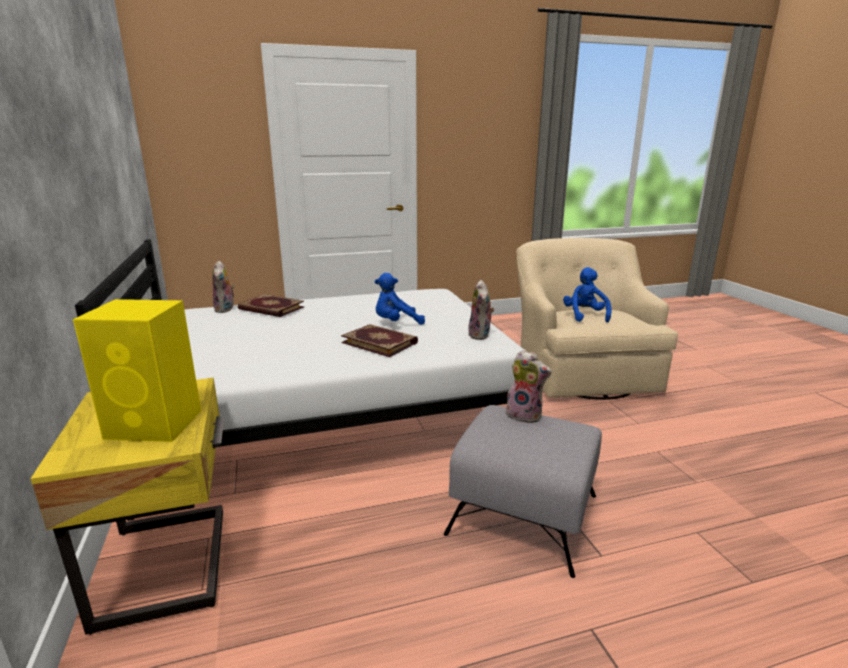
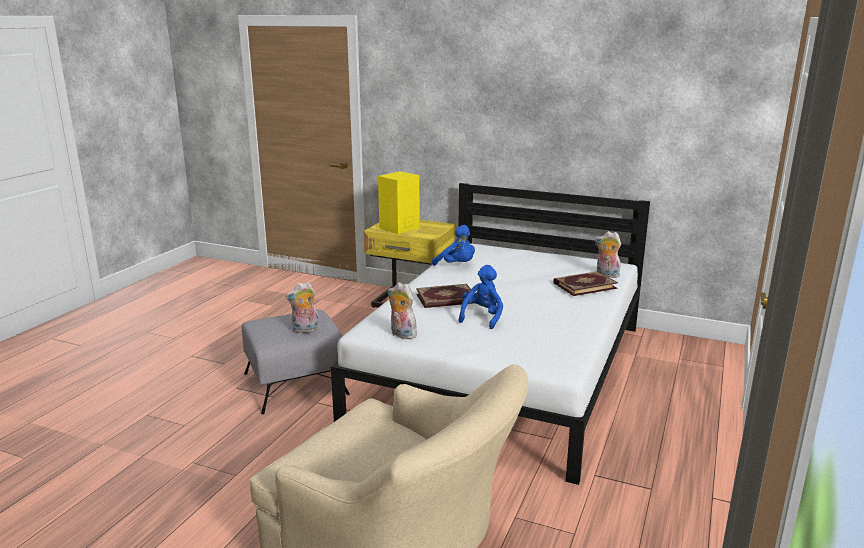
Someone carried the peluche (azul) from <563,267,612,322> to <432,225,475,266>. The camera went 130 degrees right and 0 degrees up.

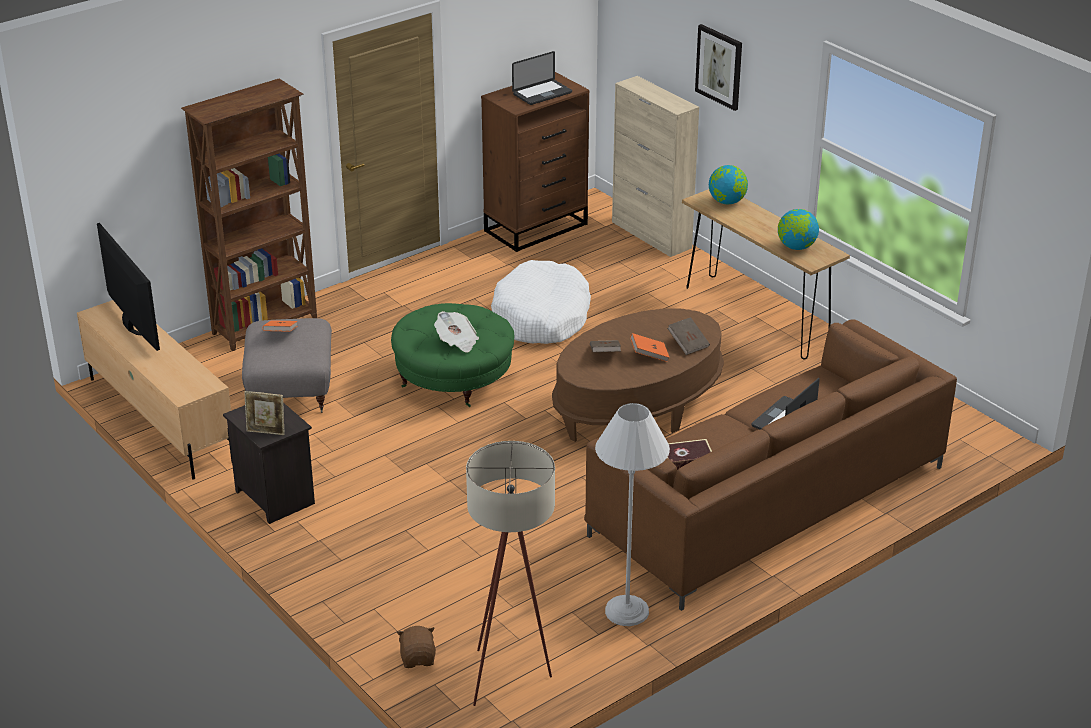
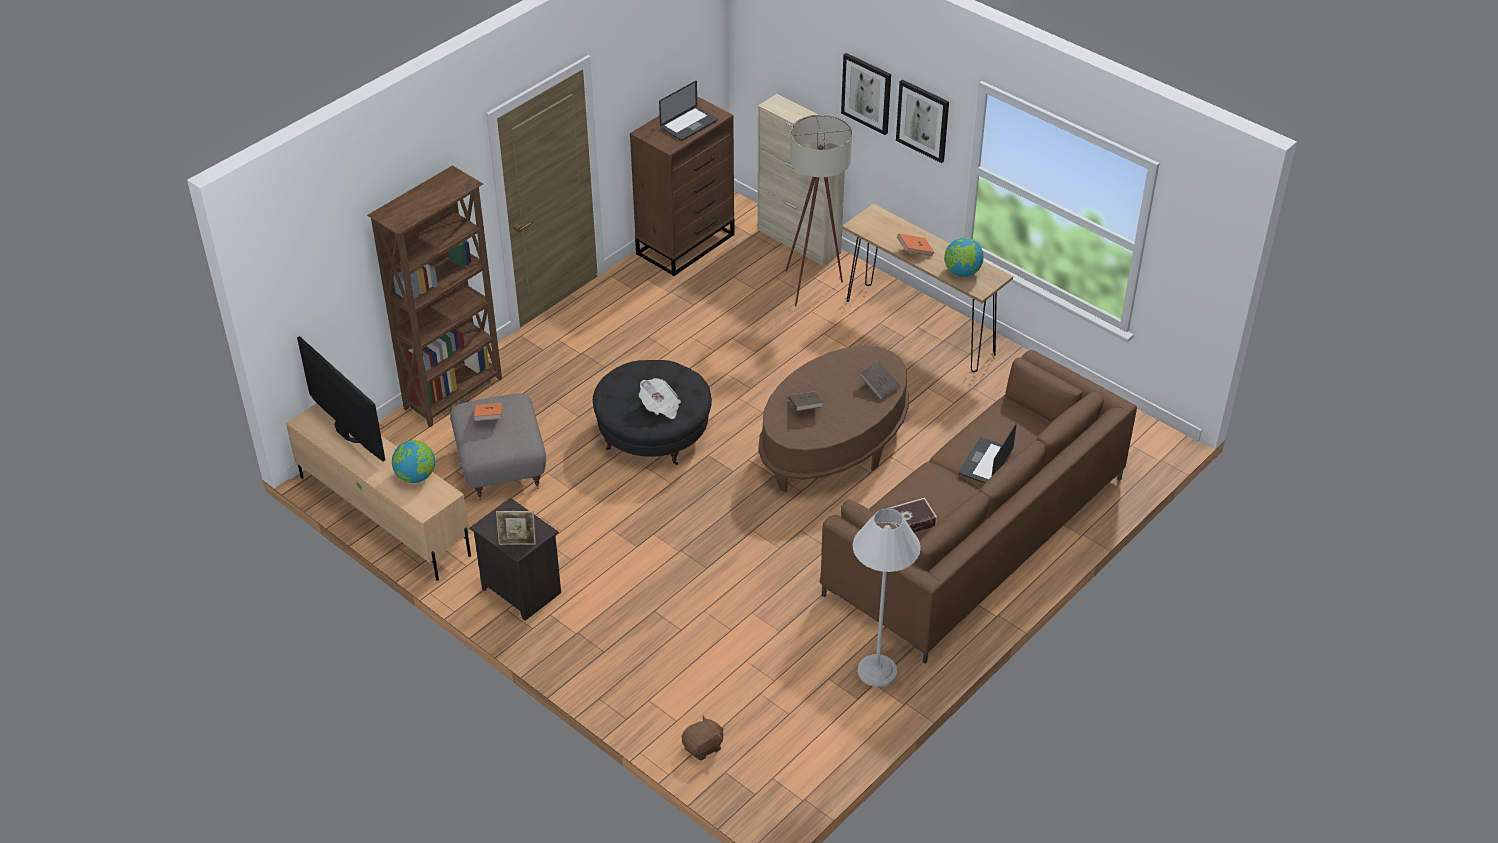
Someone repainted the puf (verde) at <391,303,514,407>, which became the puf (negro) at <593,360,712,465>. Someone rotated the peluche (marrón) at <397,626,436,668> by 75 degrees clockwise. Someone carried the lámpara de pie (beis) from <466,441,555,706> to <786,114,852,306>. Someone took away the cama para perro (blanco) at <491,260,591,344>. Someone carried the libro (naranja) from <630,333,670,362> to <897,234,935,256>. Someone carried the globo terráqueo from <709,165,748,204> to <392,440,435,483>. Someone put up the cuadro at <896,79,949,163>. The camera went 10 degrees left and 10 degrees up.

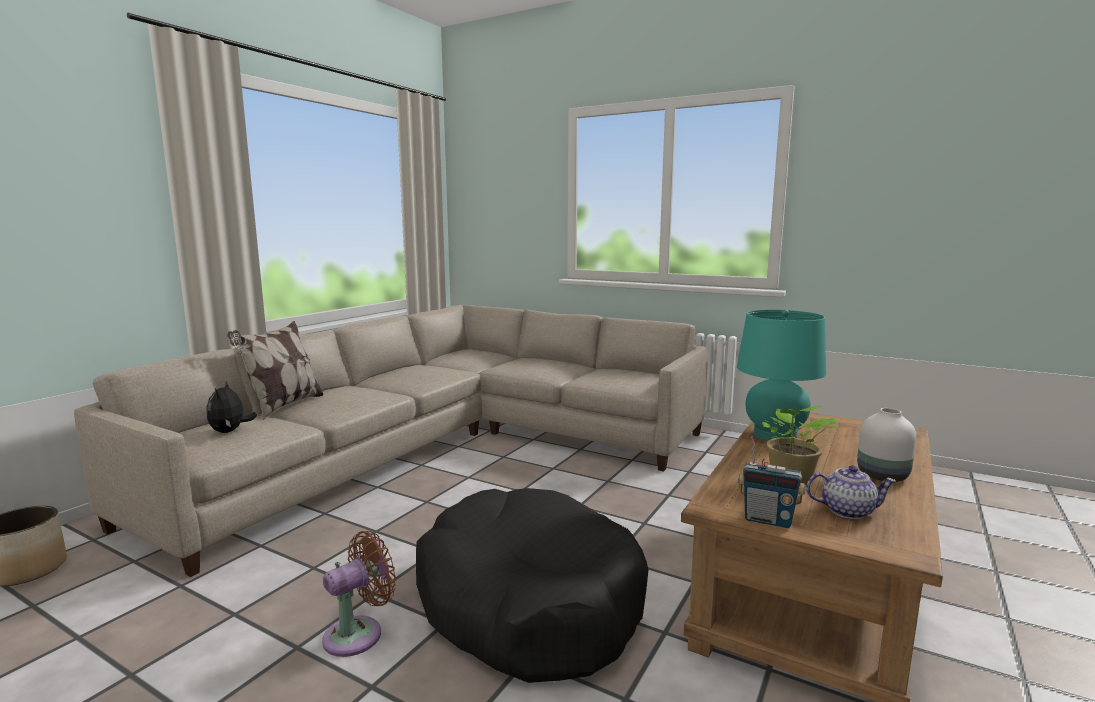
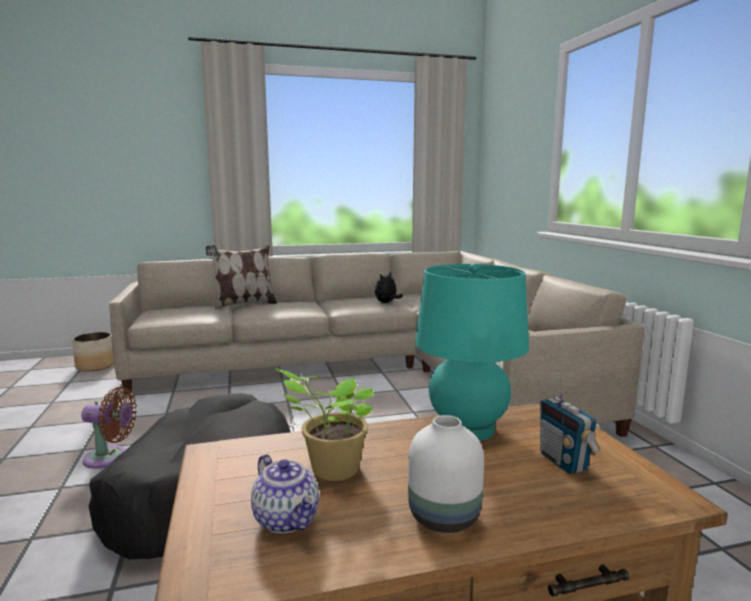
Someone carried the peluche from <206,382,257,433> to <375,272,403,303>. Someone carried the radio from <738,436,806,528> to <540,369,600,474>. The camera went 45 degrees right and 0 degrees up.

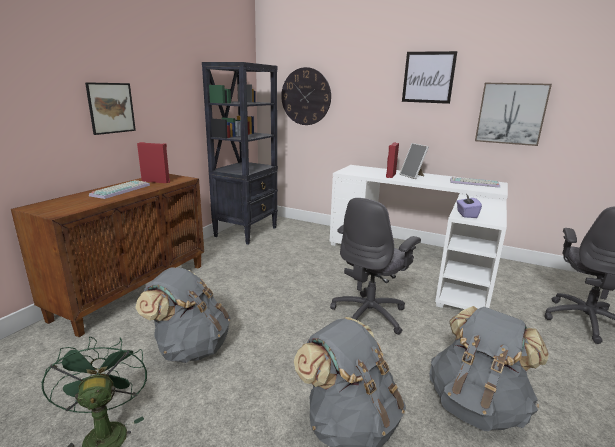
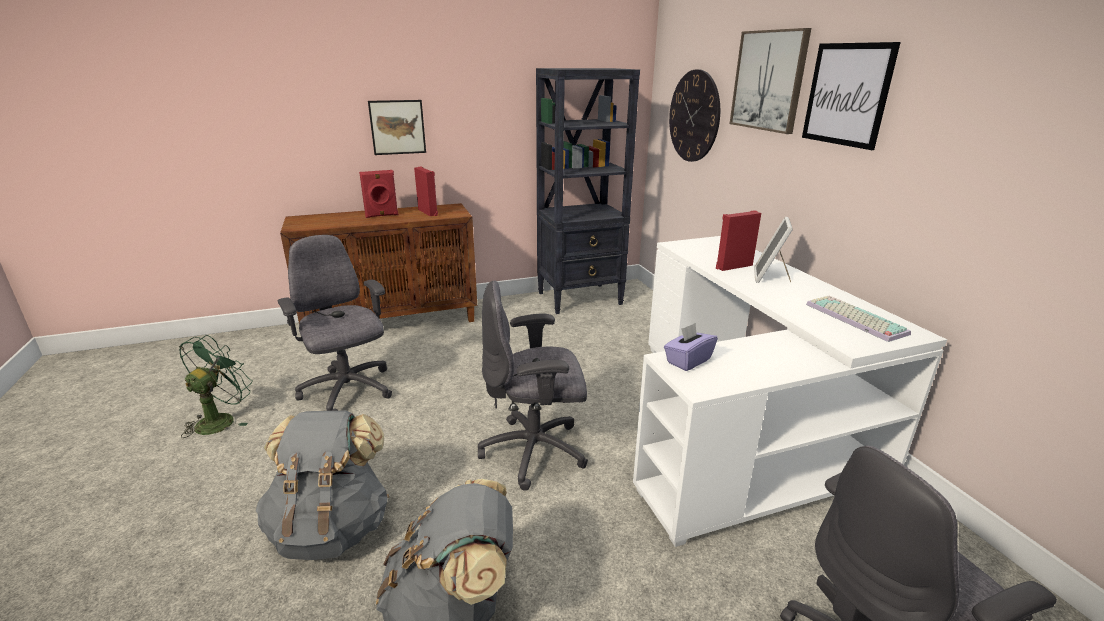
Someone swapped the teclado at <89,180,150,199> for the altavoz (rojo) at <359,170,398,218>. Someone swapped the mochila (gris) at <135,267,231,363> for the silla de oficina (gris) at <278,235,392,411>. Someone carried the cuadro from <475,83,552,146> to <729,28,811,134>. The camera went 45 degrees right and 5 degrees up.

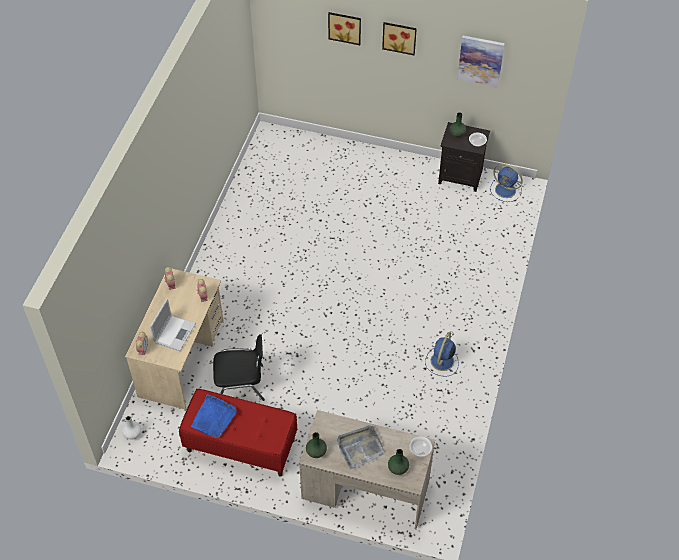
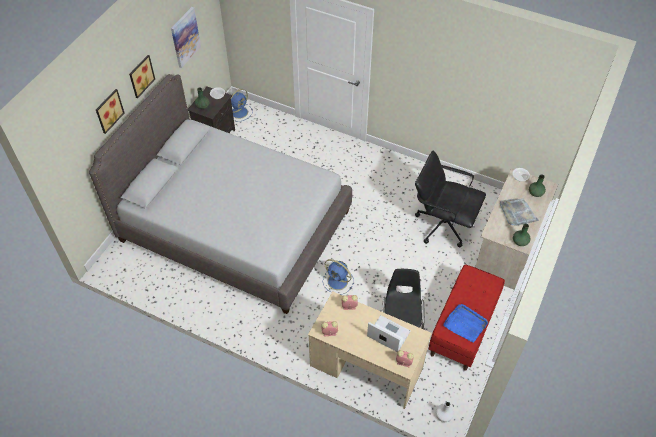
Someone carried the ventilador (azul) from <425,332,459,377> to <323,259,354,295>. Someone put down the cama (gris) at <89,74,352,314>. Someone put down the silla de oficina (negro) at <415,151,486,247>. The camera went 80 degrees left and 0 degrees up.

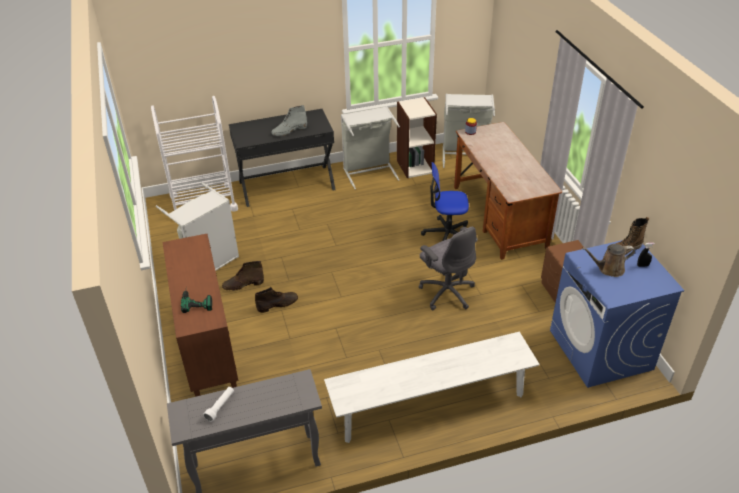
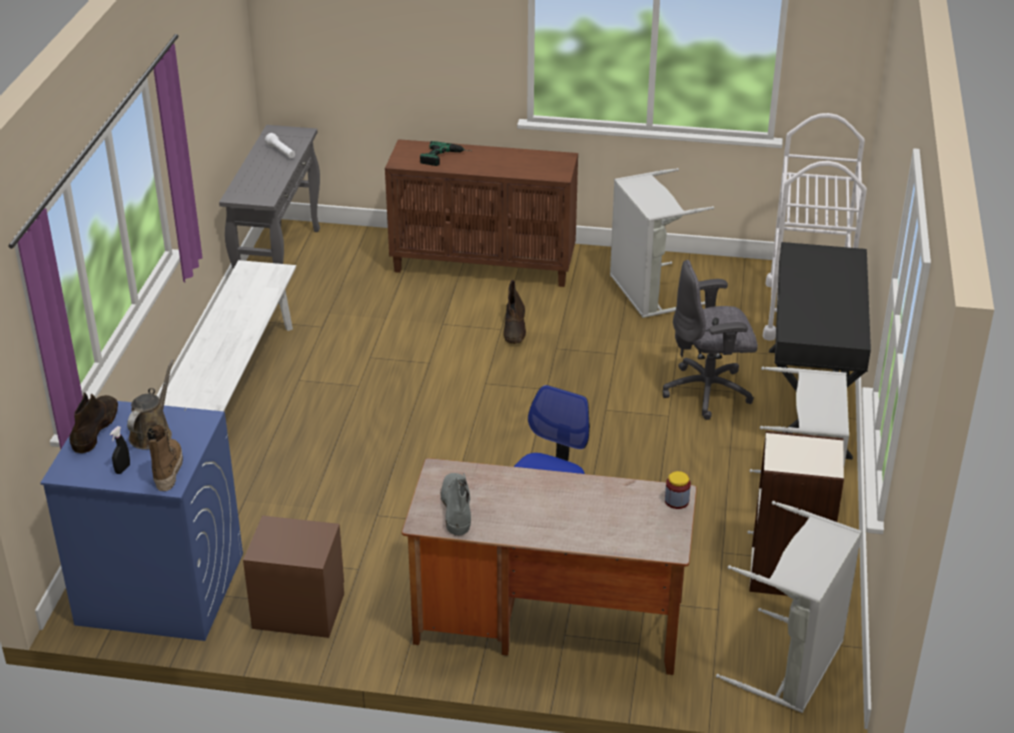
Someone carried the bota (marrón) from <222,261,264,291> to <69,392,118,453>. Someone carried the bota (gris) from <271,105,307,136> to <440,473,471,536>. Someone carried the silla de oficina (gris) from <419,227,478,310> to <662,260,758,420>. The camera went 115 degrees right and 5 degrees down.

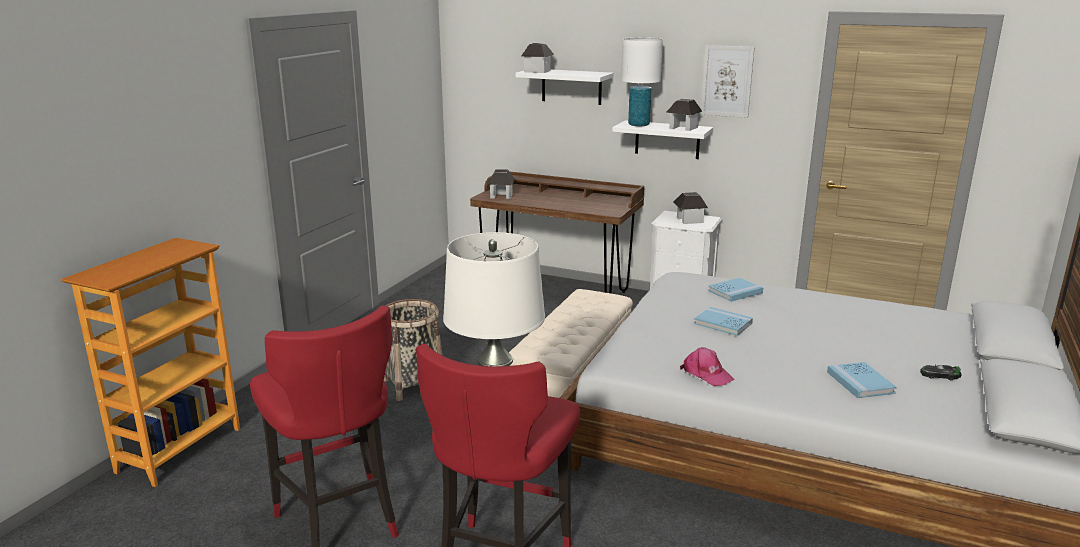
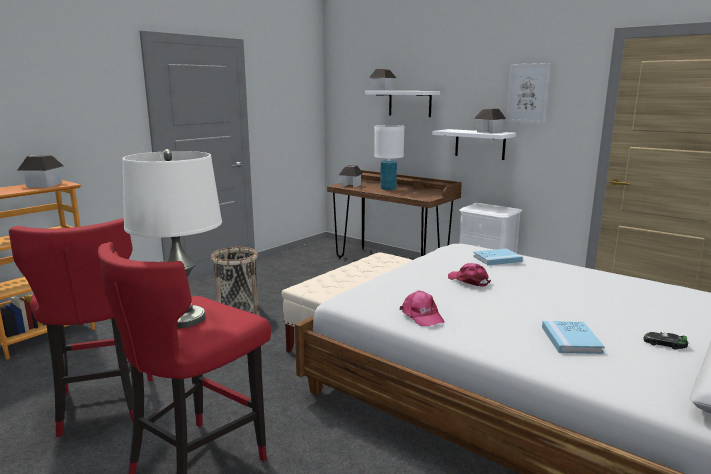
Someone carried the lámpara de mesa (blanco) from <621,37,663,126> to <374,125,404,190>. Someone carried the casita from <674,192,708,224> to <17,155,65,187>. Someone swapped the libro (azul) at <694,307,753,336> for the gorra (rosa) at <448,263,491,287>. The camera went 15 degrees right and 5 degrees down.

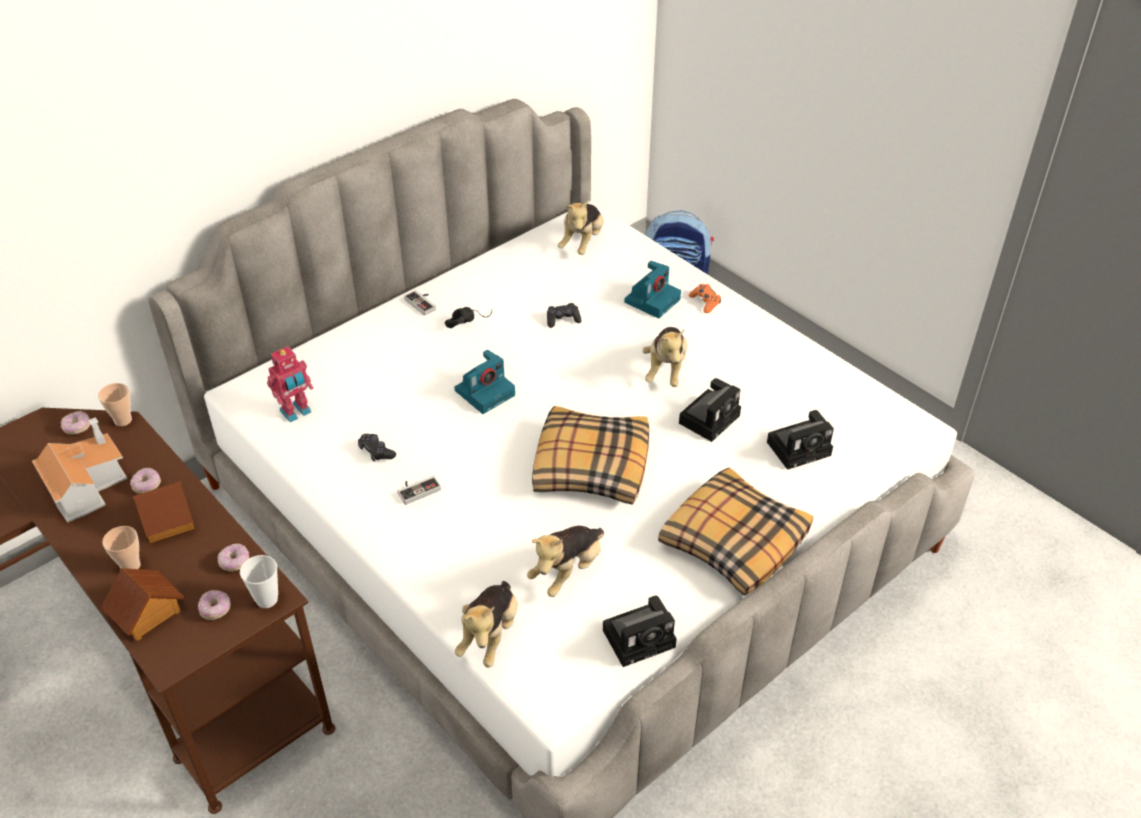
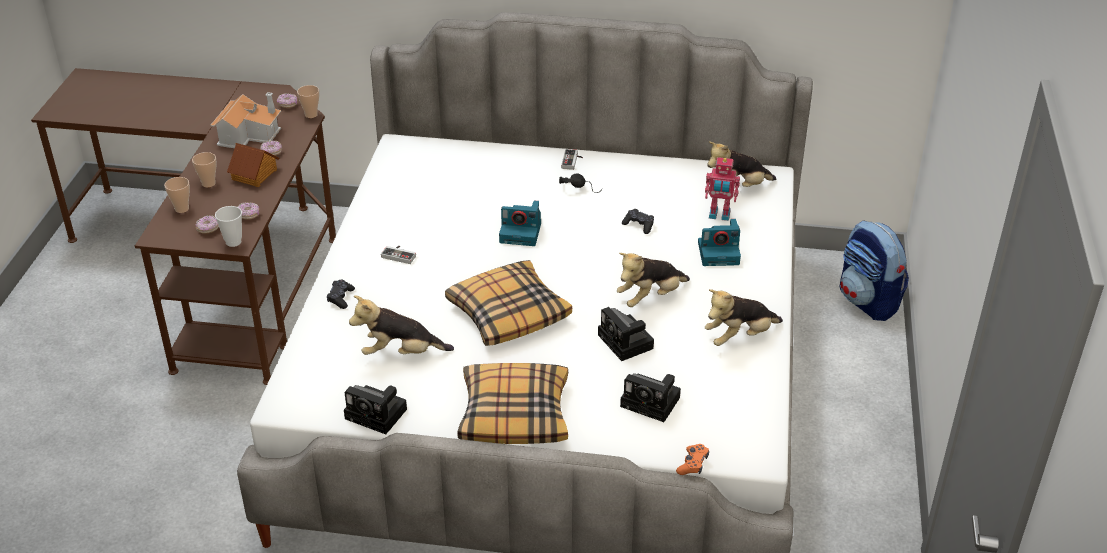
Someone swapped the casita at <101,568,184,641> for the taza at <164,177,190,213>. Someone carried the robot de juguete from <267,346,313,422> to <705,157,740,221>. Someone carried the mando de consola (negro) from <358,434,396,462> to <327,279,355,309>. Someone carried the peluche from <455,581,518,668> to <705,289,783,346>. Someone rotated the cámara at <679,378,741,442> by 60 degrees clockwise. Someone carried the mando de consola (naranja) from <689,284,721,313> to <676,444,709,475>. The camera went 50 degrees right and 5 degrees down.

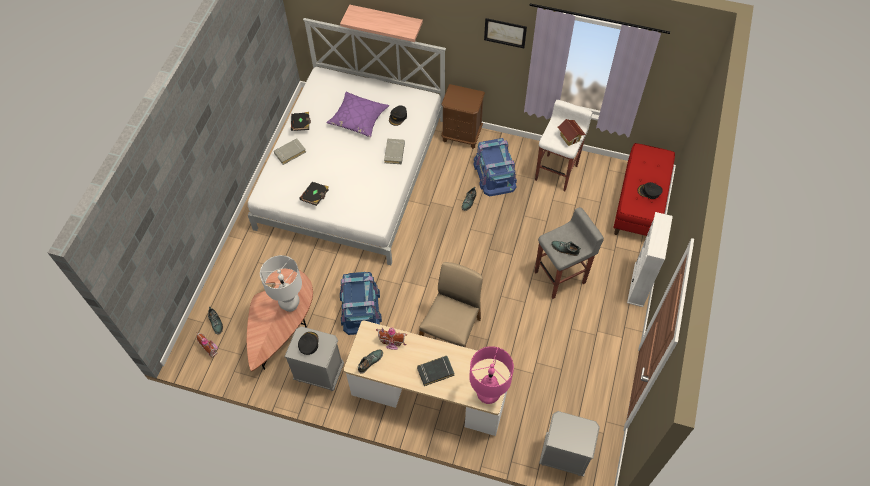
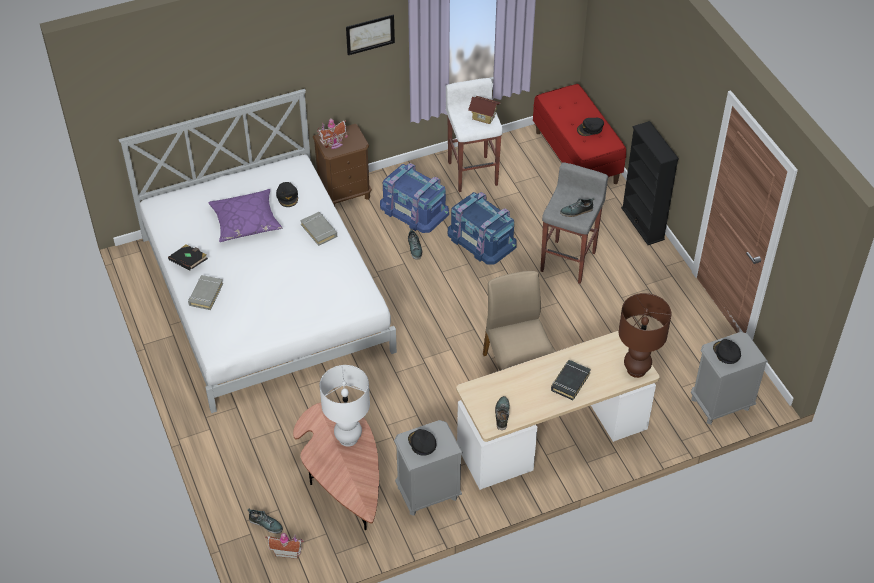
Someone took away the libro (negro) at <299,182,329,206>. Someone took away the estante at <340,4,423,42>. Someone carried the caja de almacenaje (azul) from <340,272,382,335> to <448,192,517,264>. Someone carried the casita from <376,327,407,350> to <317,118,348,149>. Someone repainted the lámpara de mesa (rosa) at <469,346,514,404>, which became the lámpara de mesa (marrón) at <619,293,671,378>. Someone repainted the estantería (blanco) at <627,212,673,307>, which became the estantería (negro) at <621,121,679,245>. Someone put down the gorra (negro) at <713,339,741,364>. The camera went 40 degrees left and 10 degrees down.

